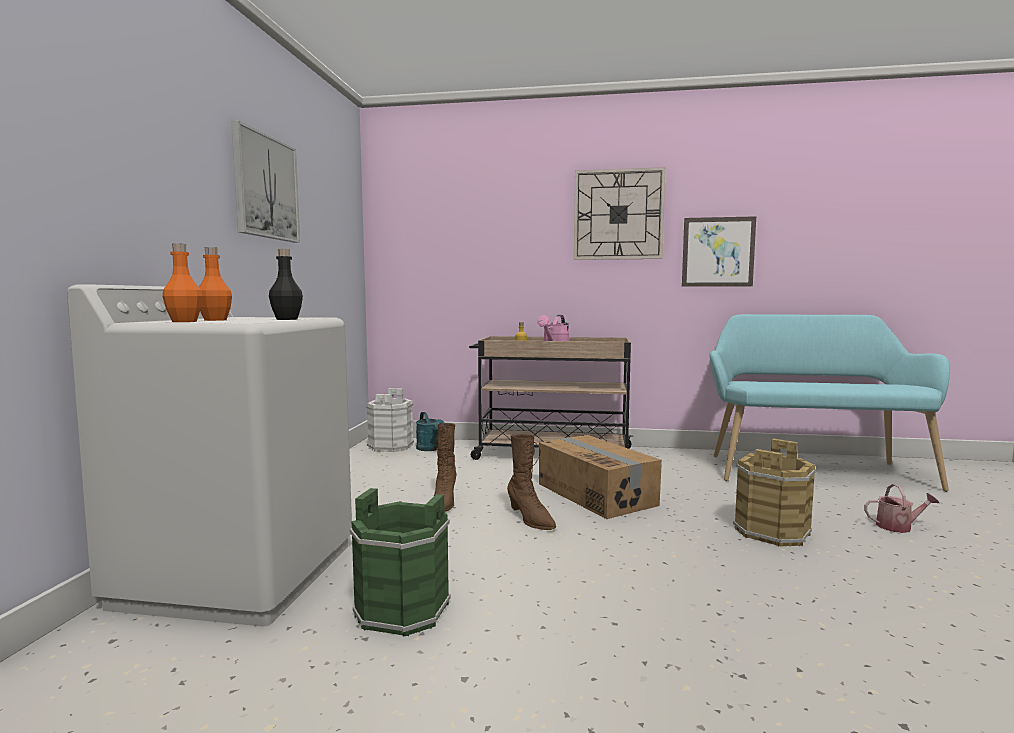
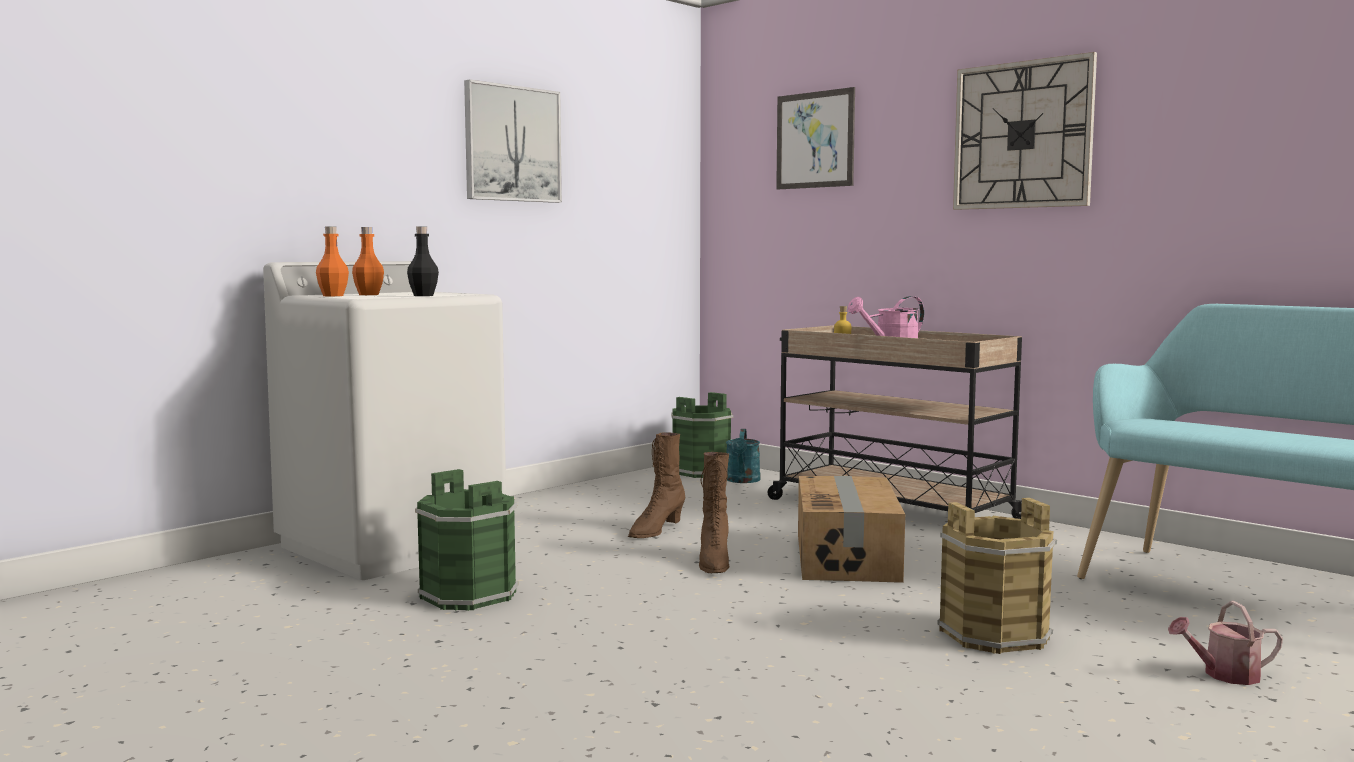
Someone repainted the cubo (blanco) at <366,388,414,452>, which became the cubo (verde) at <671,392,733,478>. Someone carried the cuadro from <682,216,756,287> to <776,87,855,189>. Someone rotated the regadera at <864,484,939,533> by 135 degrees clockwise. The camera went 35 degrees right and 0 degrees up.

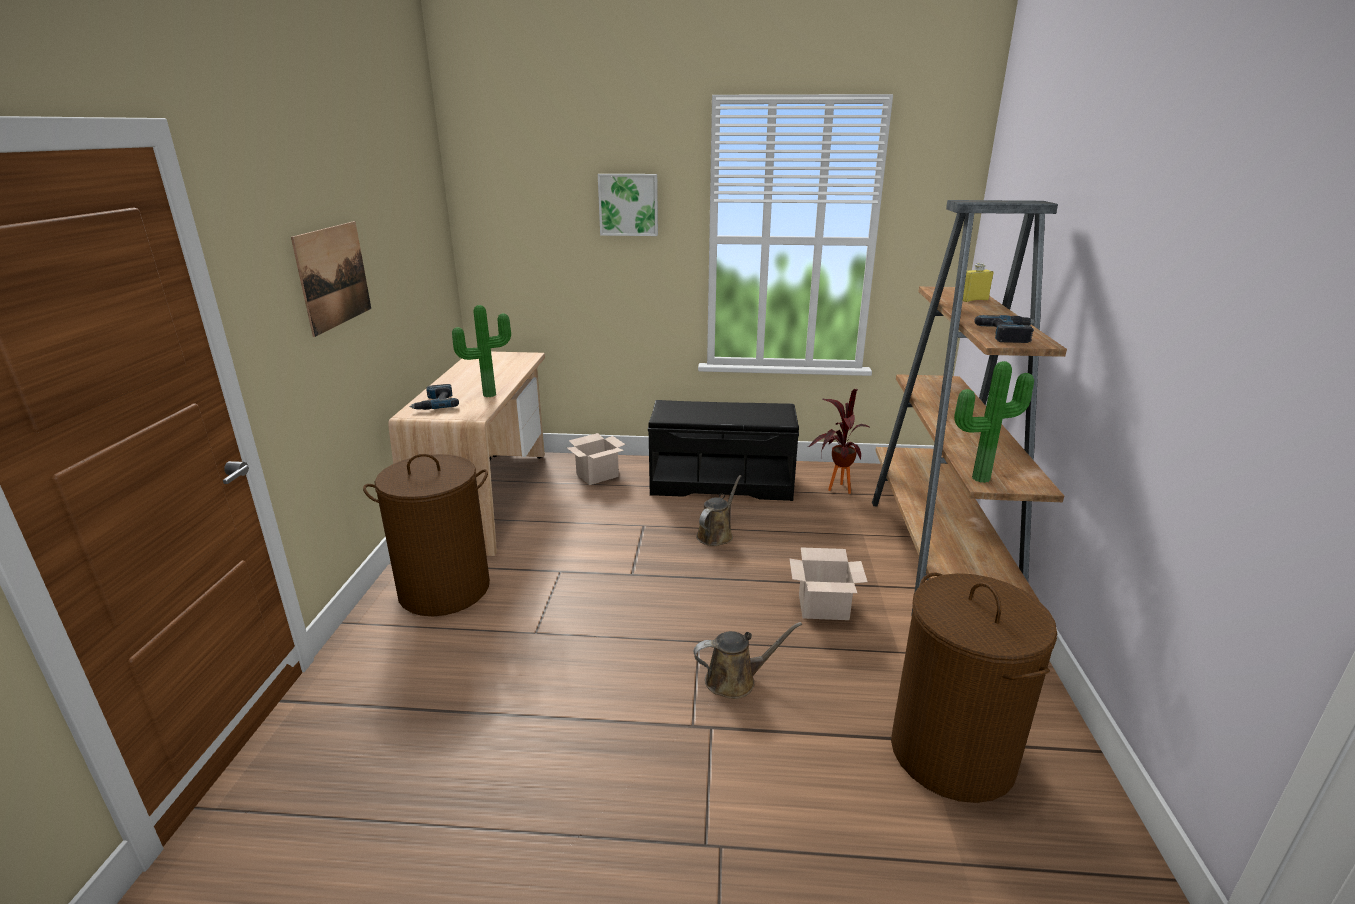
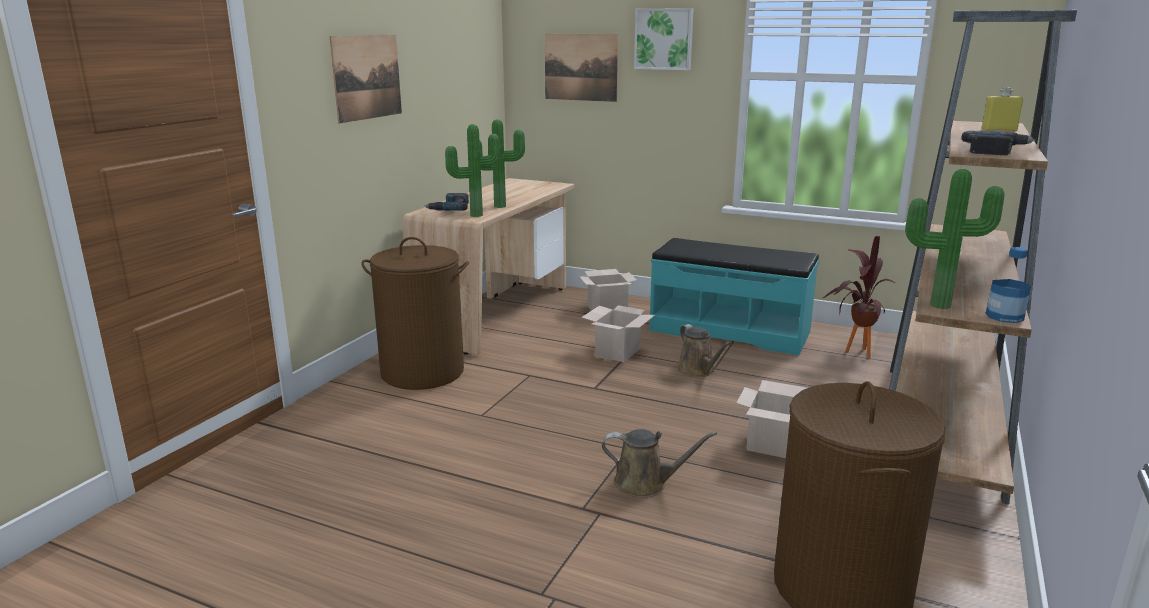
Someone repainted the banco (negro) at <648,400,799,501>, which became the banco (turquesa) at <649,238,819,356>. Someone rotated the regadera (marrón) at <696,475,741,546> by 105 degrees clockwise. Someone put down the planta en maceta at <445,124,500,217>. Someone put up the cuadro at <545,34,618,102>. Someone put down the caja de cartón at <582,305,655,362>. Someone put down the botella at <986,247,1031,323>. The camera went 20 degrees right and 5 degrees down.

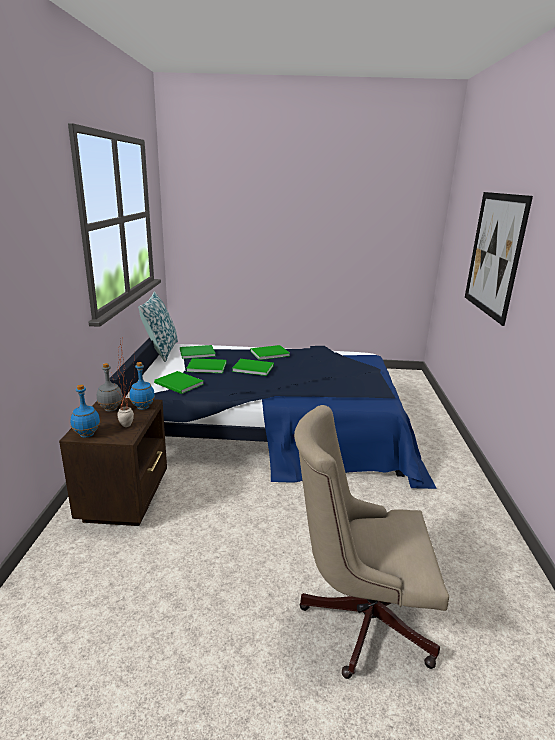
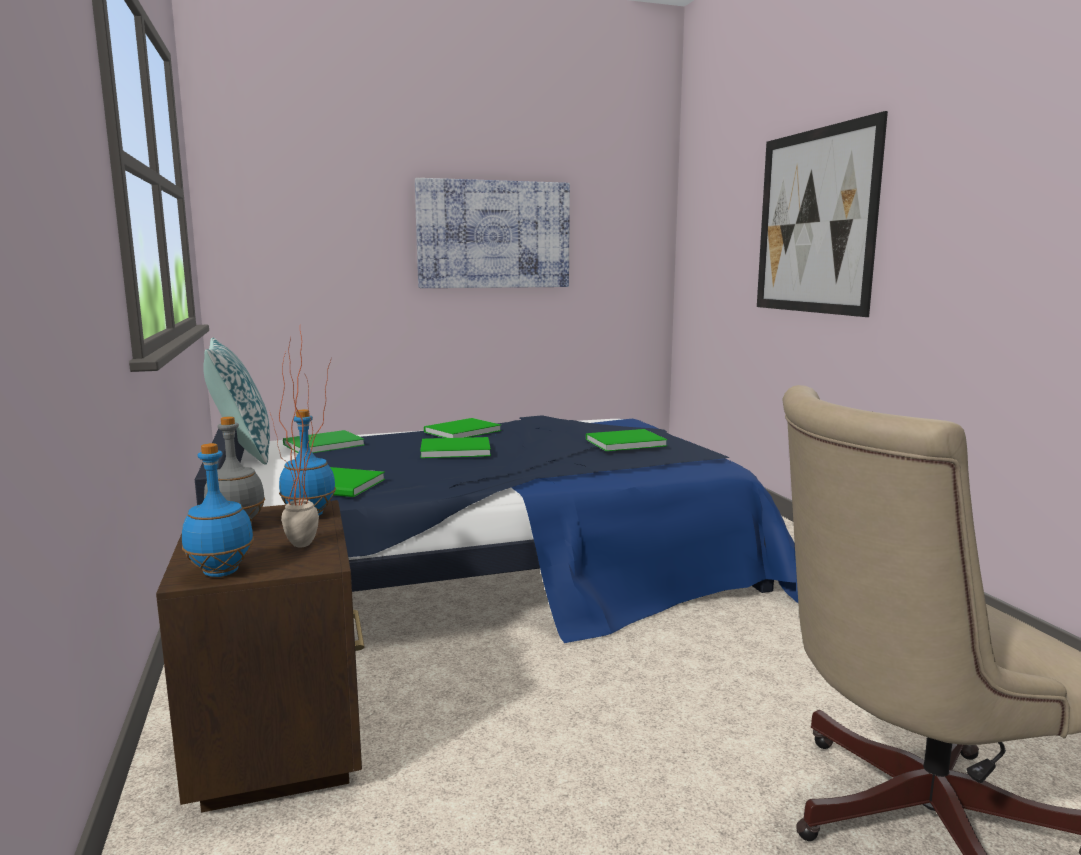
Someone carried the libro (verde) from <186,358,226,373> to <586,429,667,451>. Someone put up the cuadro at <415,178,570,288>. The camera went 20 degrees left and 10 degrees down.

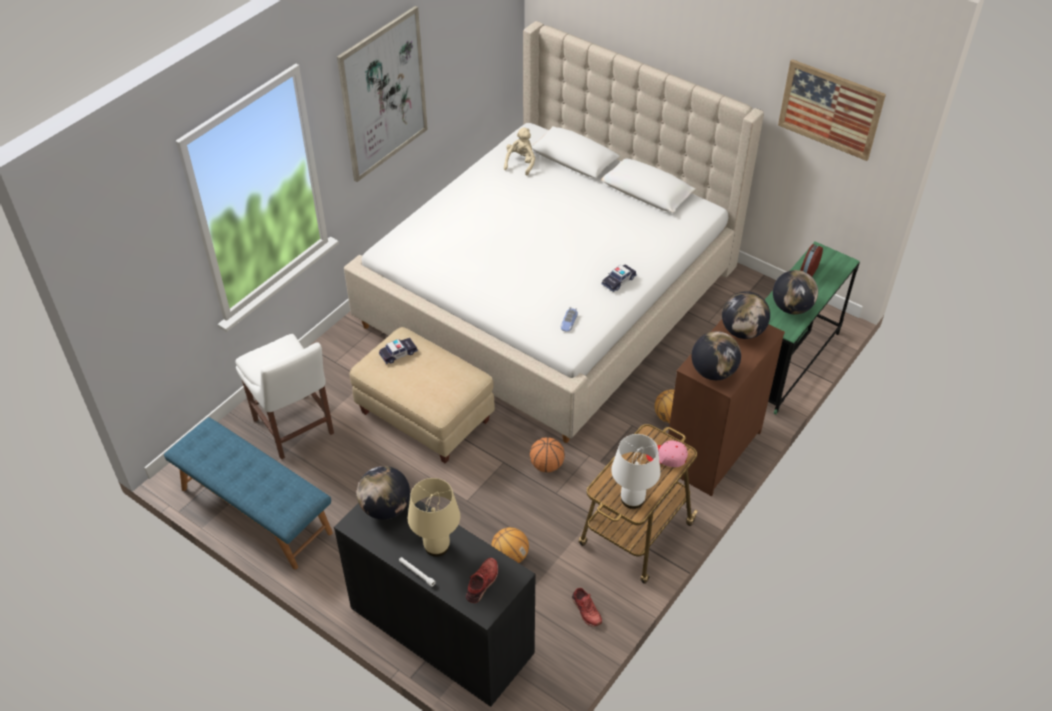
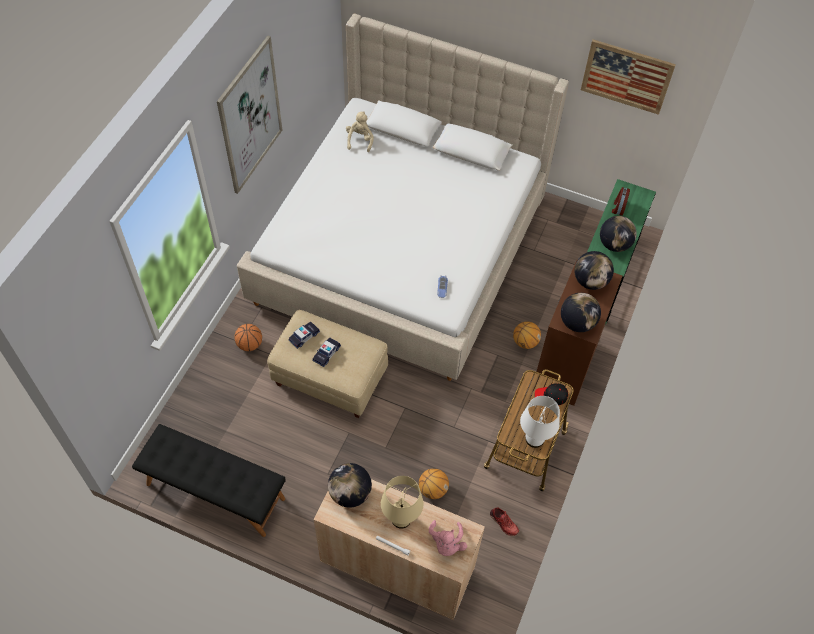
Someone repainted the banco (azul) at <164,417,333,569>, which became the banco (negro) at <132,424,286,537>. Someone took away the silla (blanco) at <235,334,334,460>. Someone repainted the armario (negro) at <334,494,536,707>, which became the armario (beis) at <313,479,485,620>. Someone swapped the zapato (rojo) at <466,558,498,603> for the peluche (rosa) at <429,520,467,556>. Someone carried the balón de baloncesto from <530,437,565,472> to <234,324,262,351>. Someone carried the coche de juguete from <601,264,637,292> to <312,338,341,367>. Someone repainted the gorra (rosa) at <646,440,688,467>, which became the gorra (negro) at <535,384,568,405>. The camera went 15 degrees left and 10 degrees up.

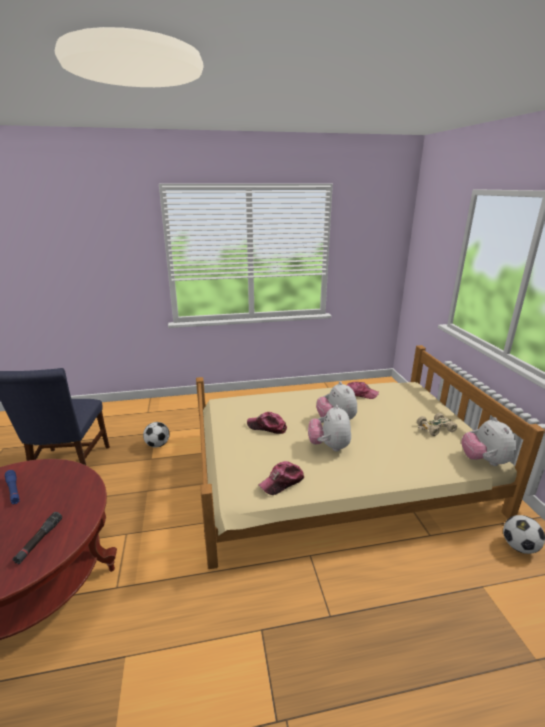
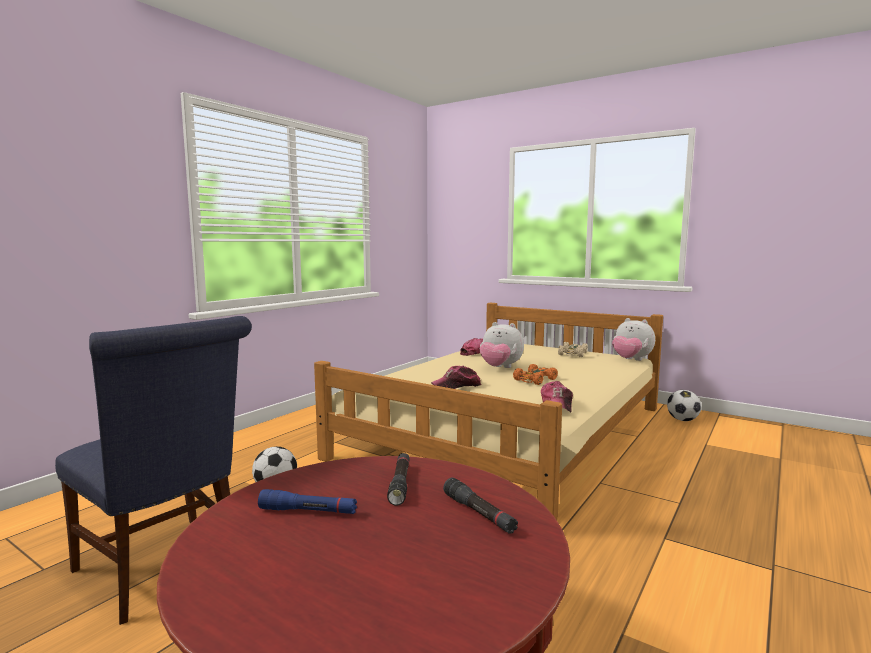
Someone swapped the peluche at <308,405,351,452> for the coche de juguete (naranja) at <513,364,558,385>. Someone put down the linterna (negro) at <387,453,410,506>. The camera went 45 degrees left and 15 degrees down.

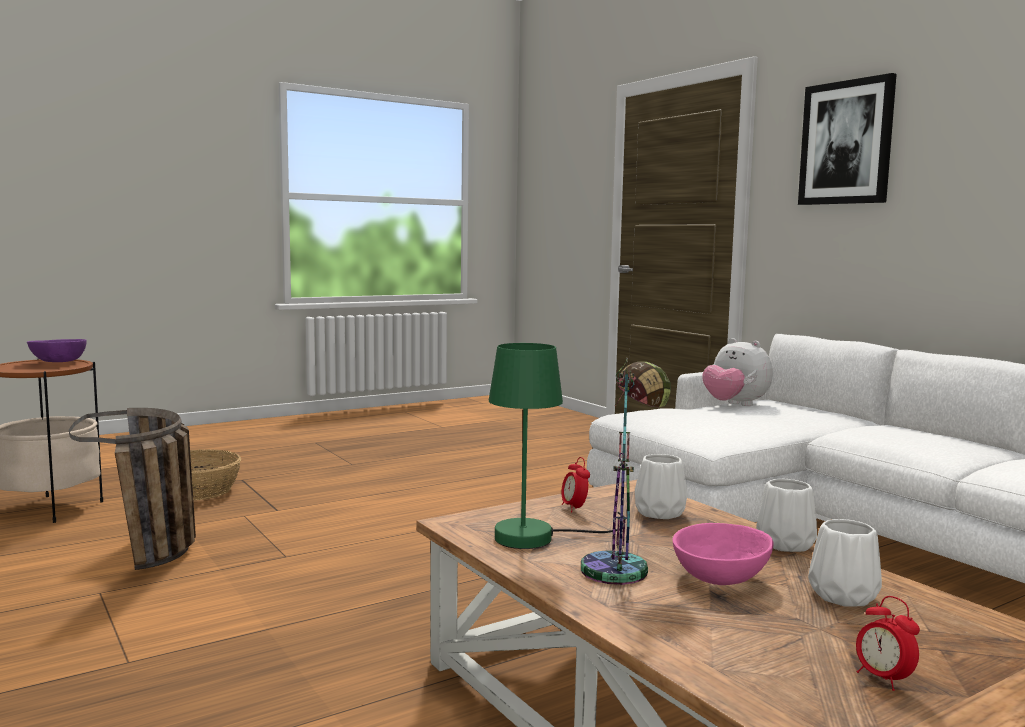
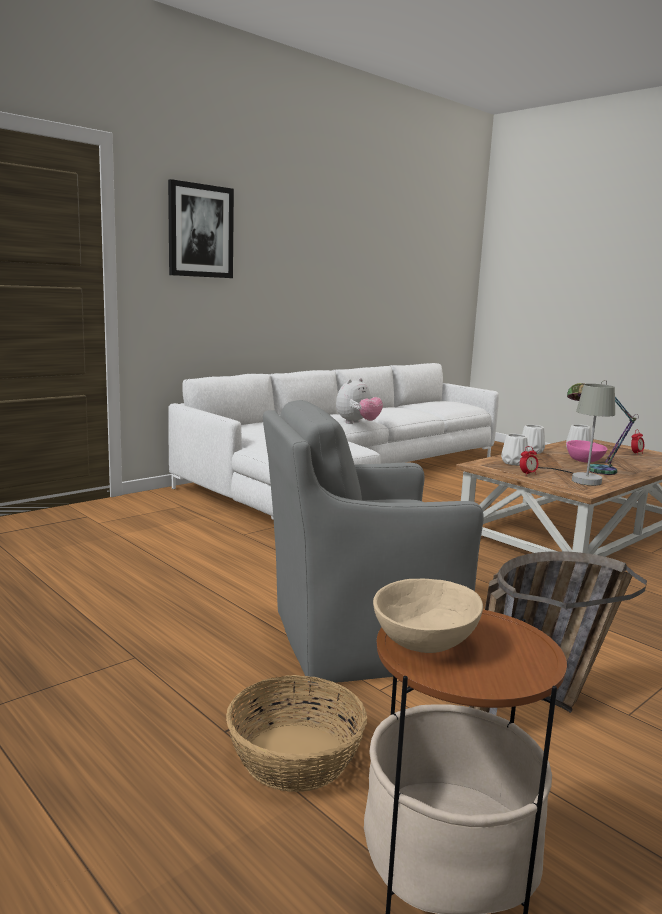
Someone repainted the cuenco (morado) at <27,339,86,362>, which became the cuenco (beis) at <373,579,483,653>. Someone repainted the lámpara de mesa (verde) at <489,343,626,549>, which became the lámpara de mesa (gris) at <538,384,615,486>. Someone carried the peluche from <703,338,773,406> to <336,378,383,424>. Someone put down the sillón (gris) at <263,400,484,684>. The camera went 100 degrees left and 5 degrees up.

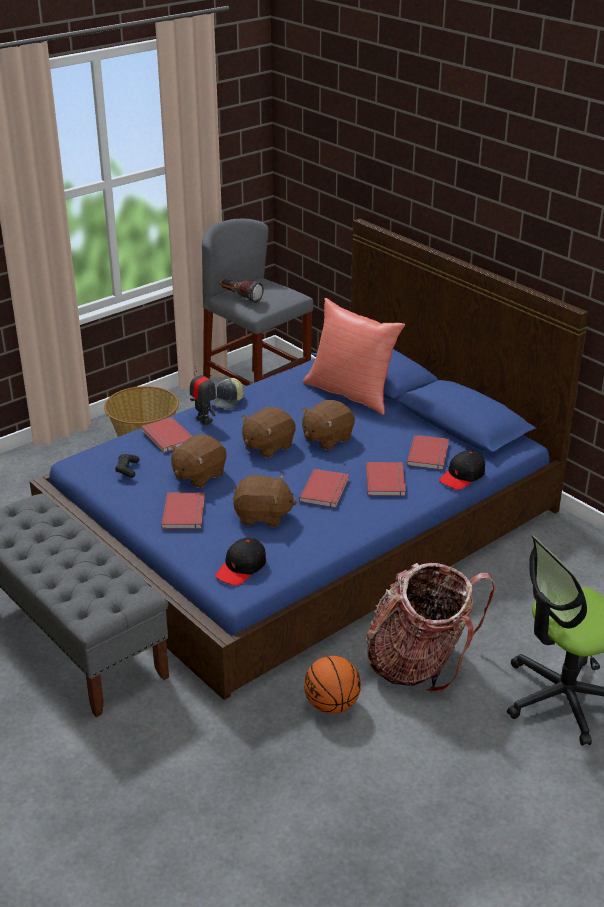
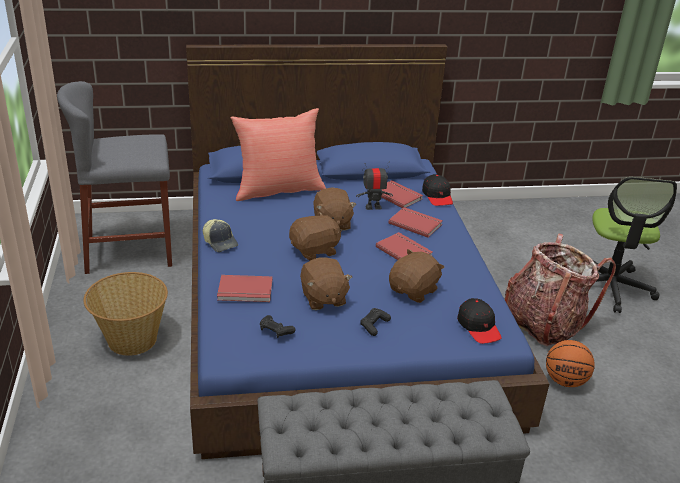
Someone swapped the libro (rojo) at <161,492,205,529> for the mando de consola (negro) at <360,308,391,336>. Someone carried the robot de juguete from <190,366,216,425> to <356,161,393,210>. Someone took away the linterna at <219,279,264,303>. Someone rotated the peluche (marrón) at <241,407,296,458> by 105 degrees counterclockwise. The camera went 60 degrees left and 0 degrees up.

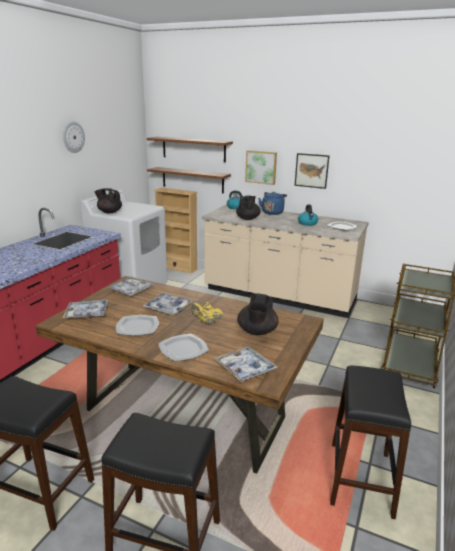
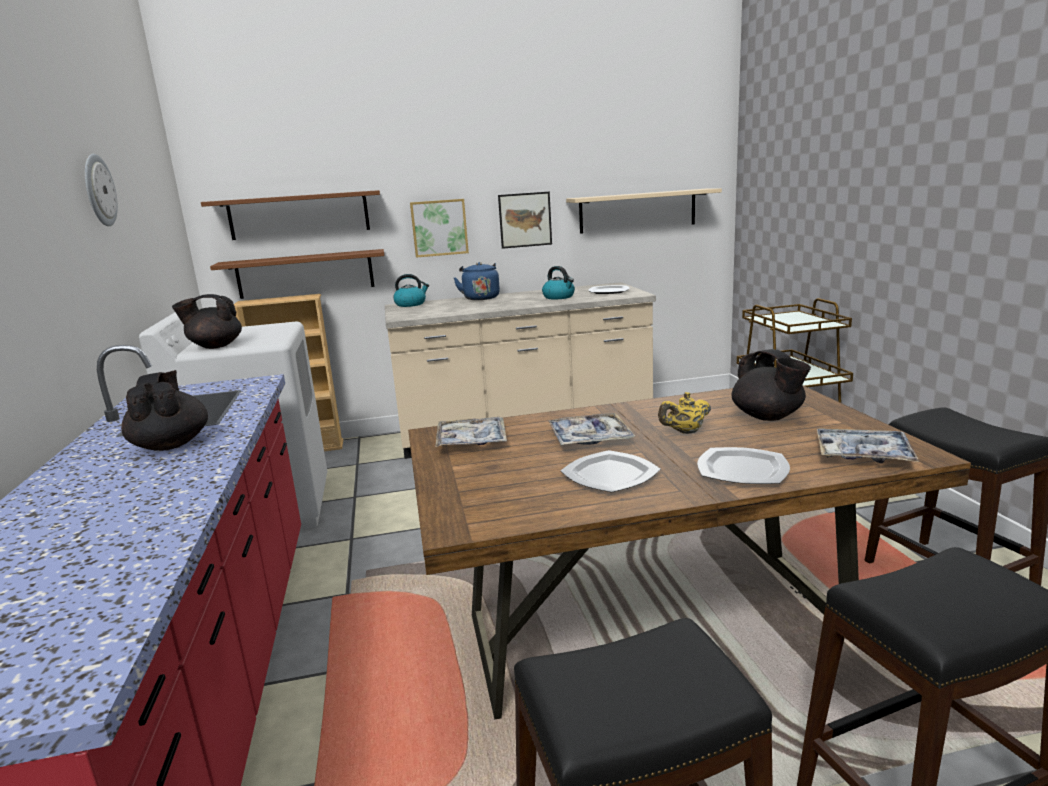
Someone took away the bandeja at <63,300,108,319>. Someone carried the tetera (negro) from <236,196,261,220> to <121,370,208,451>. Someone put up the estante (beis) at <566,188,722,234>. The camera went 35 degrees left and 5 degrees down.

